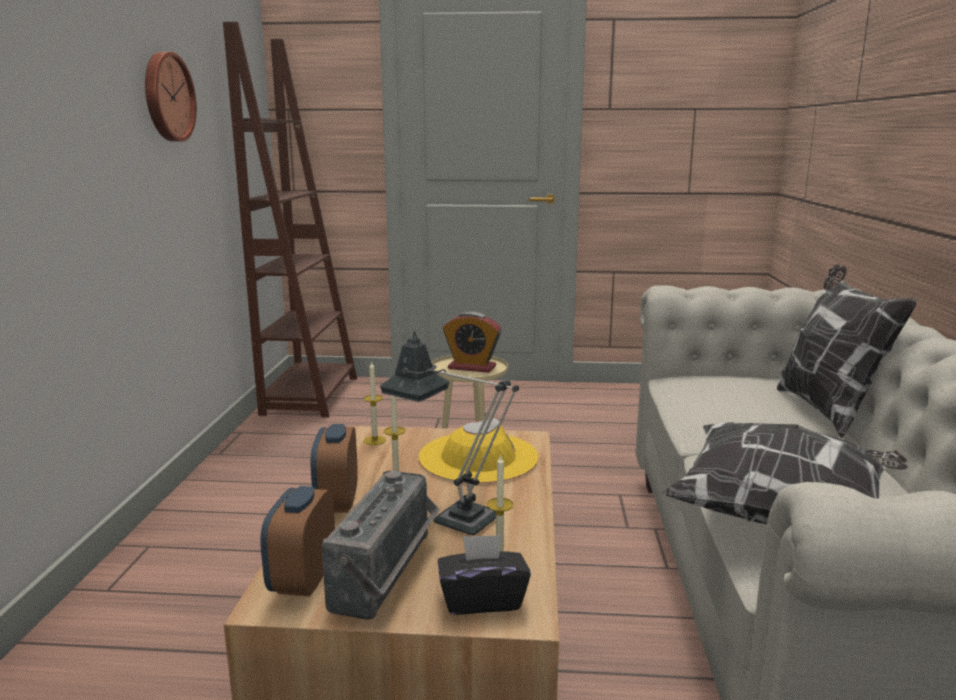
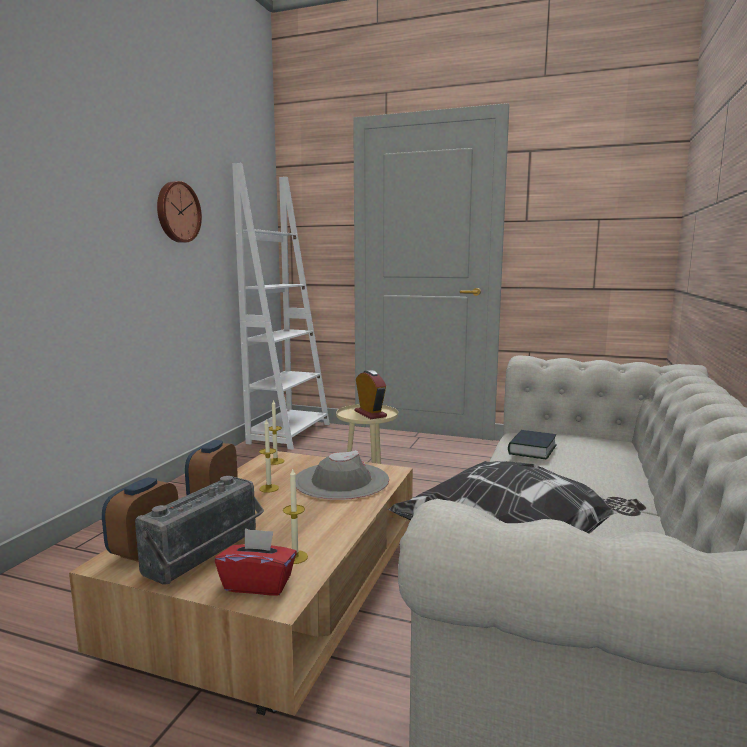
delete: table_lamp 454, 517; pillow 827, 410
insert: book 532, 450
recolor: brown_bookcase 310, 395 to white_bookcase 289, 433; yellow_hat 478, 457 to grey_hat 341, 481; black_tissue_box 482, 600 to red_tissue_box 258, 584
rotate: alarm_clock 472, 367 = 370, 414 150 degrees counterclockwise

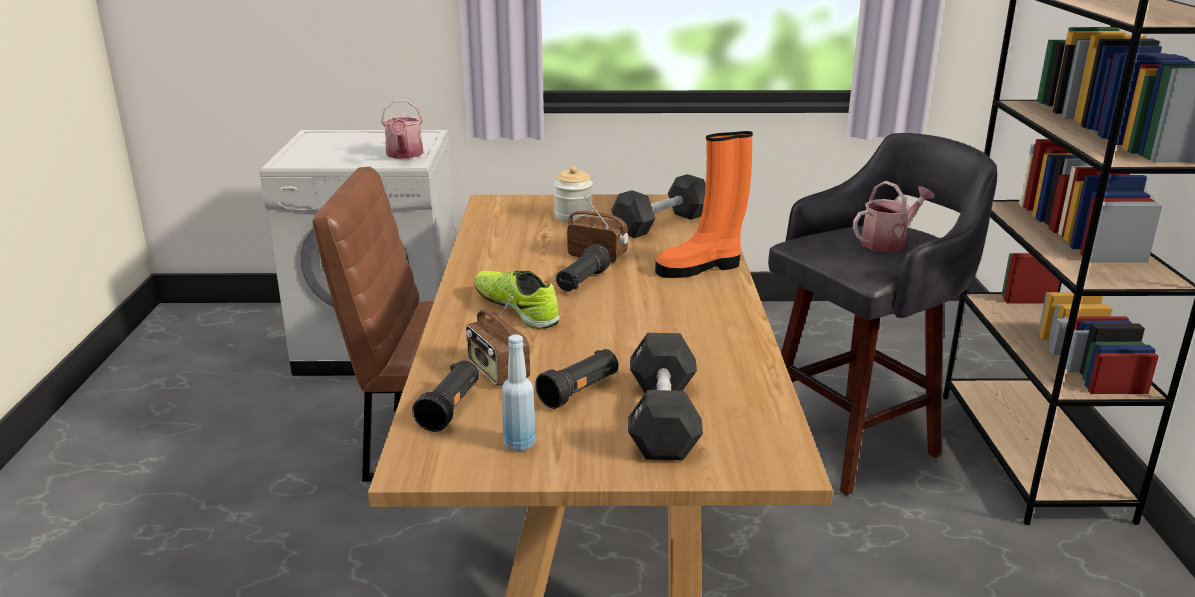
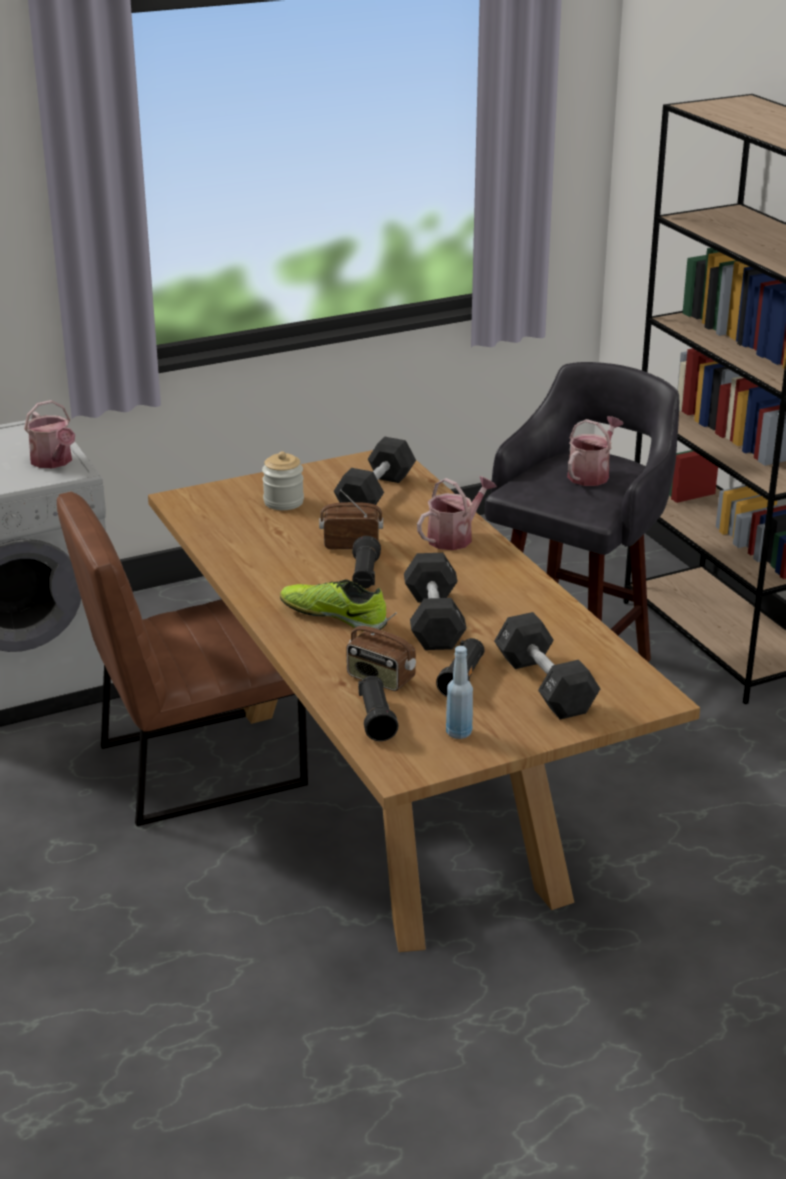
insert: black_dumbbell 433, 620
replace: orange_boot 701, 268 to watering_can 454, 537

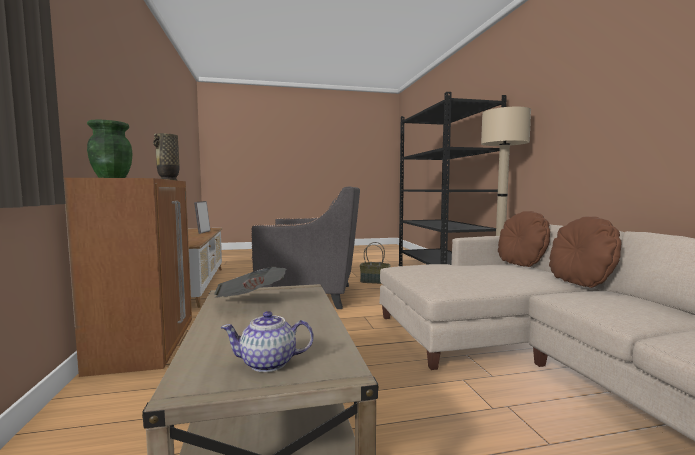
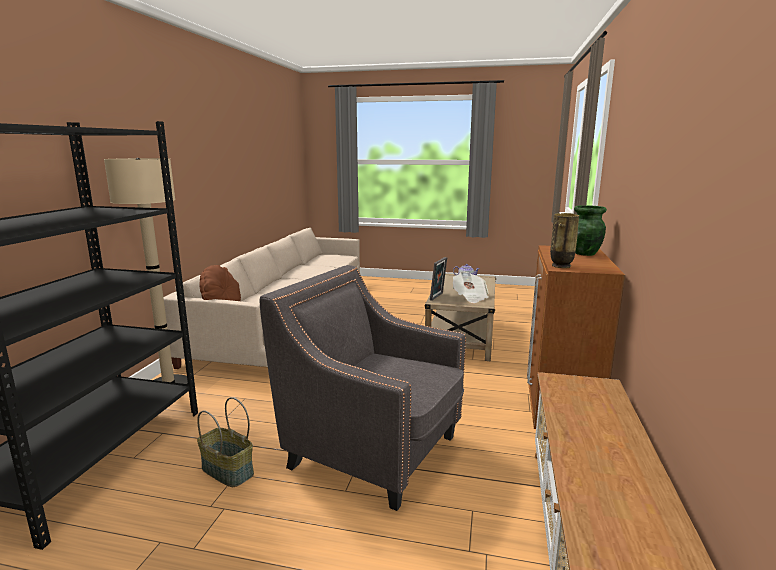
delete: brown_pillow 581, 284
move: picture_frame 203, 232 to 438, 297

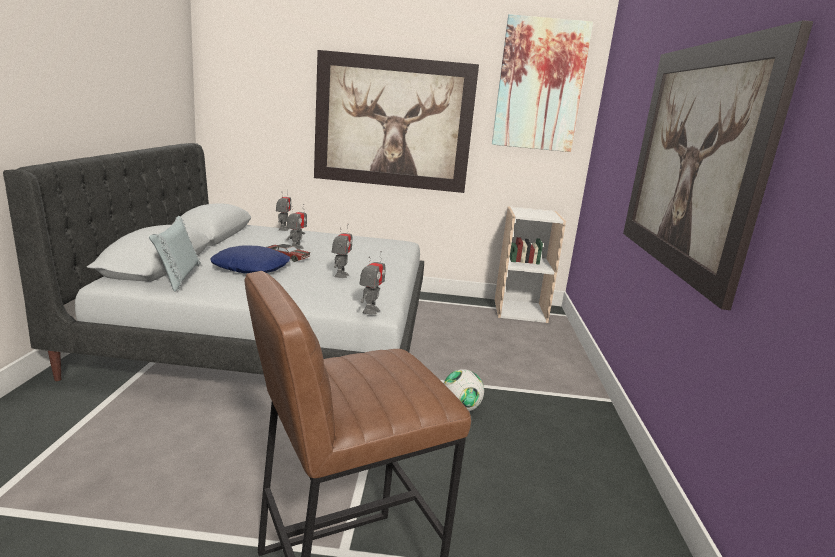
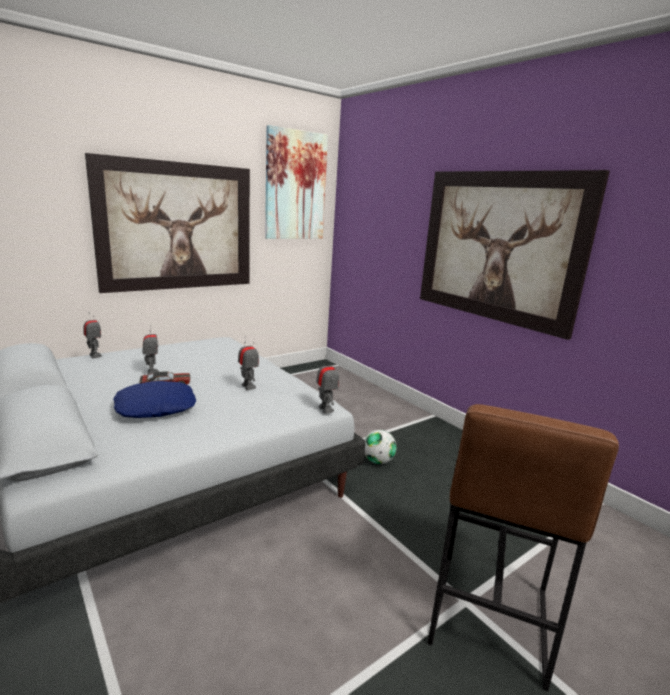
delete: blue_pillow 178, 277; bookcase 520, 311

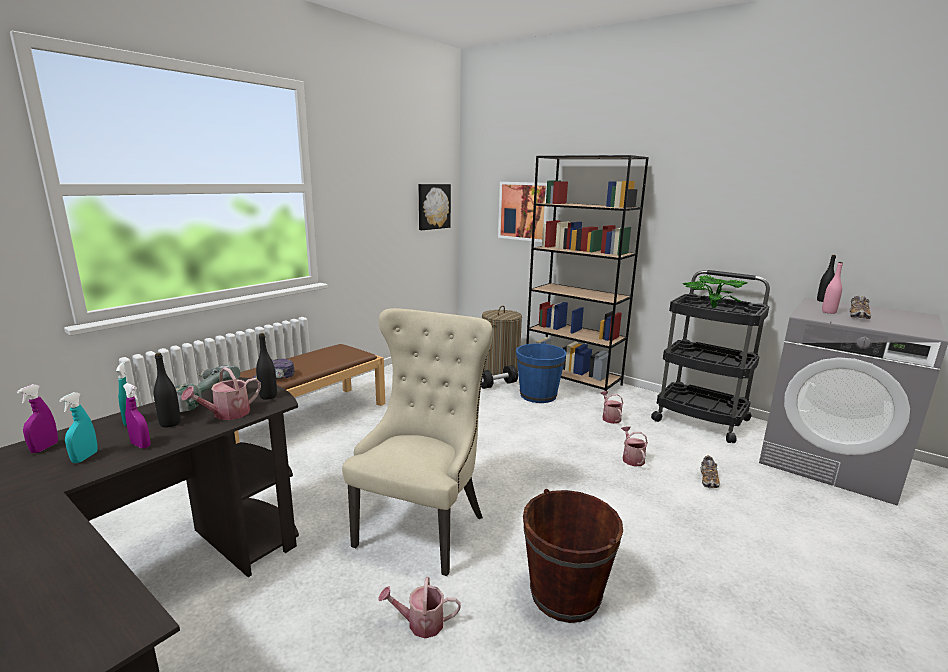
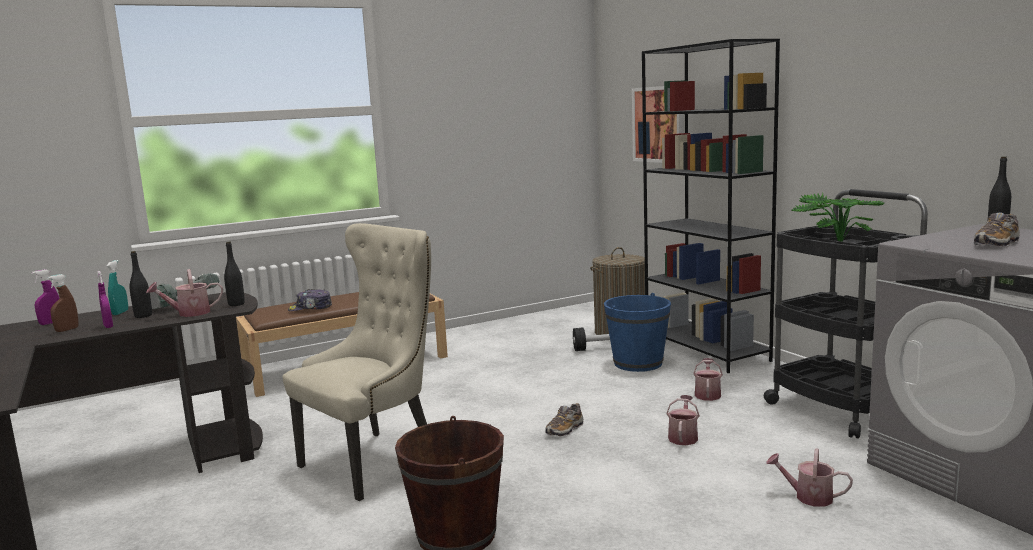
delete: picture 433, 206; pink_bottle 828, 312
move: watering_can 420, 623 to 808, 497; shoe 708, 480 to 565, 430
recolor: turquoise_spray_bottle 85, 457 to brown_spray_bottle 67, 330; beige_bookcase 573, 380 to black_bookcase 707, 350

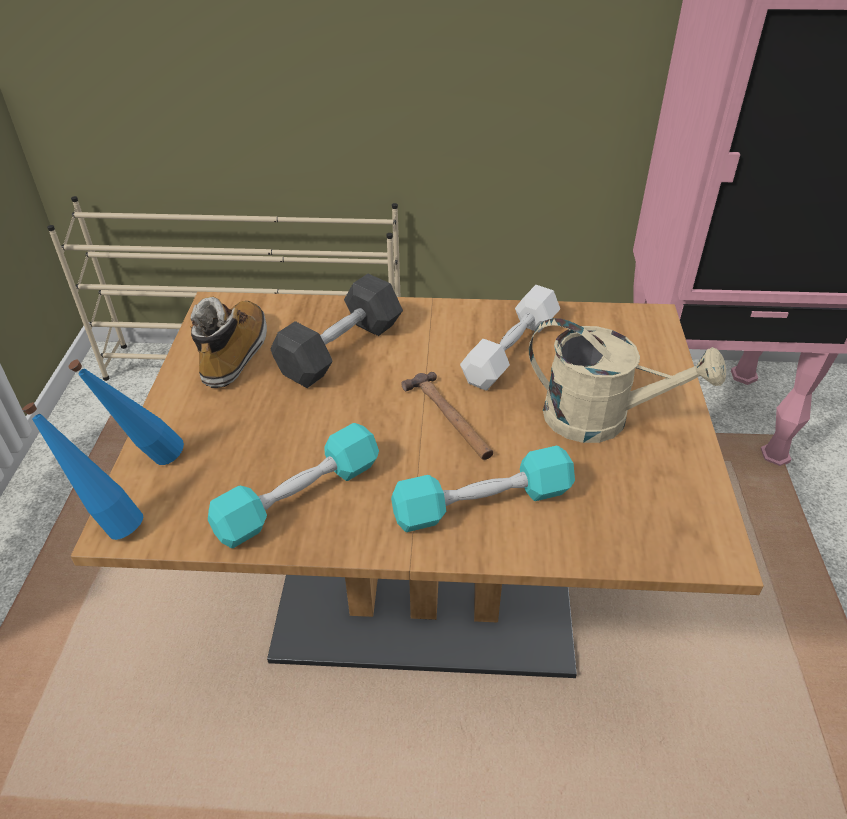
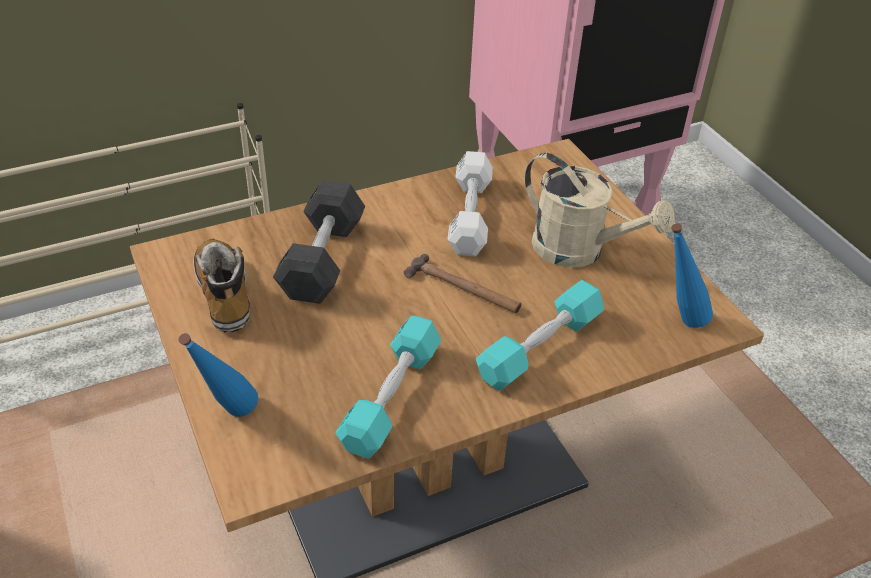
move: blue_bottle 108, 524 to 678, 321
rotate: beige_watering_can 601, 419 = 580, 251 45 degrees clockwise

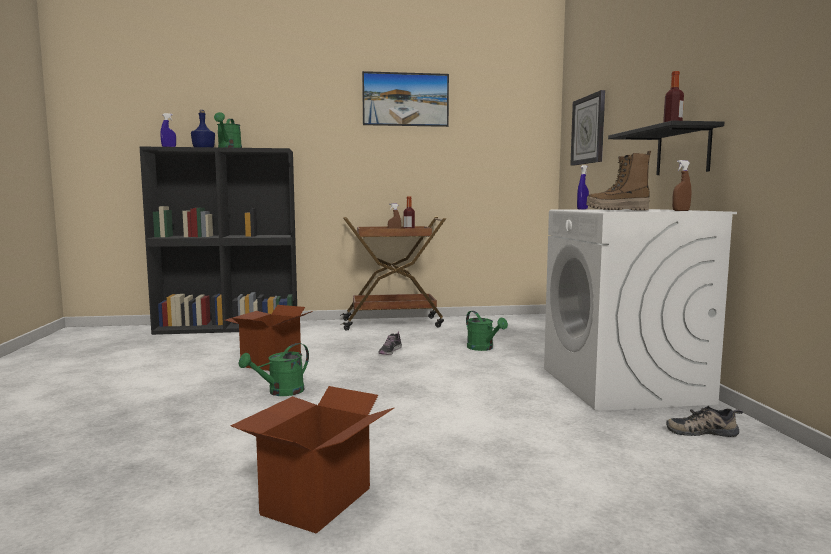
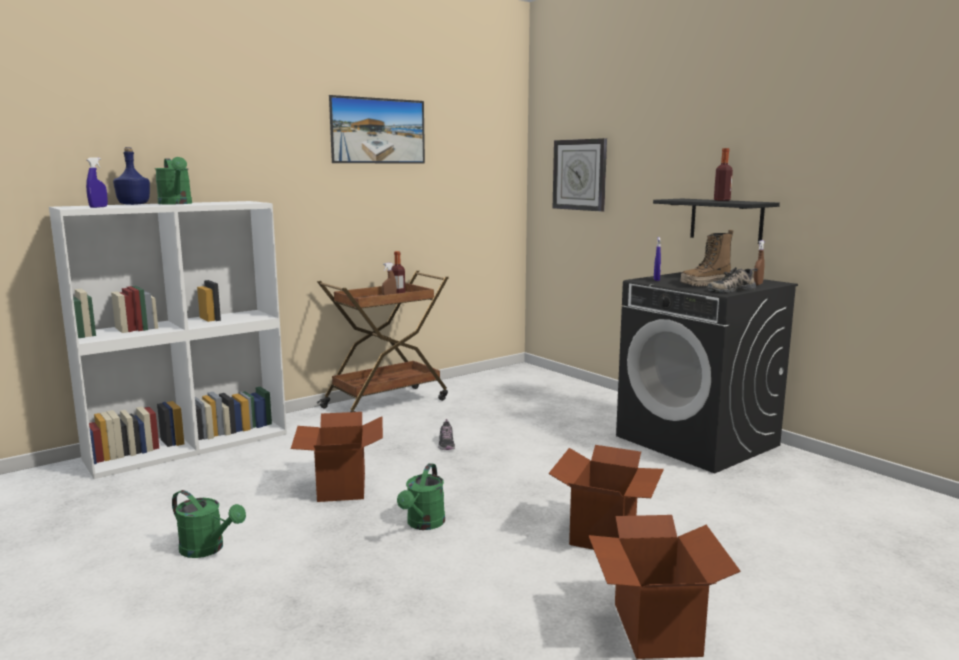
insert: cardboard_box 604, 533
move: green_watering_can 483, 348 to 208, 549; shoe 702, 431 to 730, 290
recolor: black_bookcase 229, 327 to white_bookcase 189, 445; white_washing_machine 624, 385 to black_washing_machine 698, 441

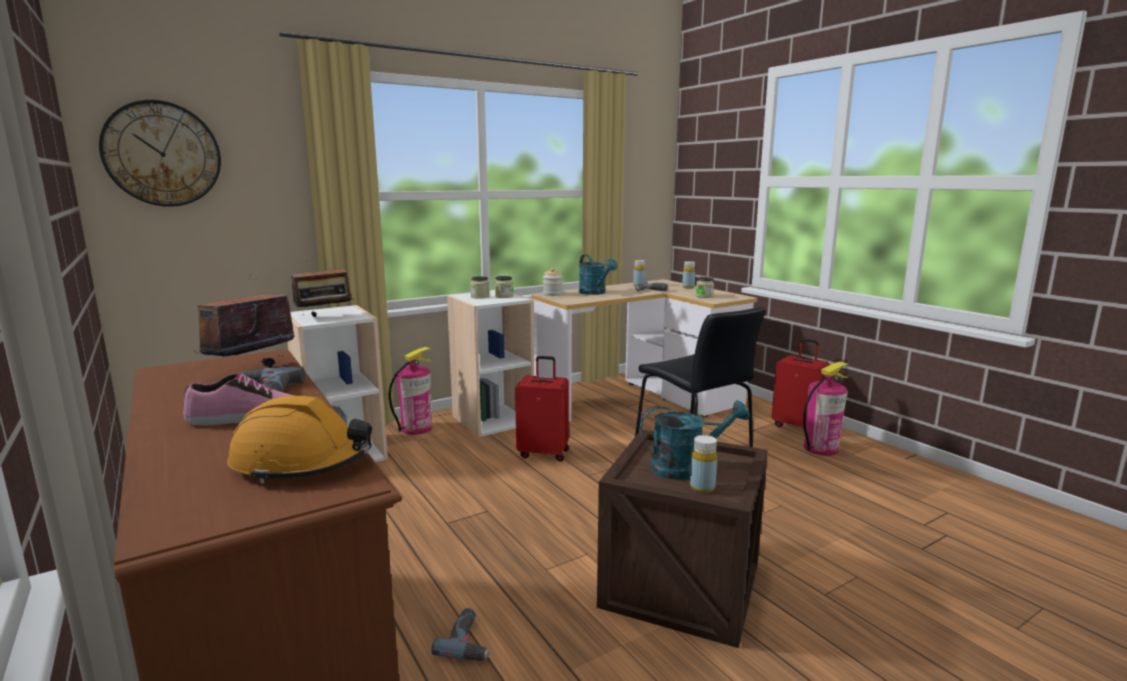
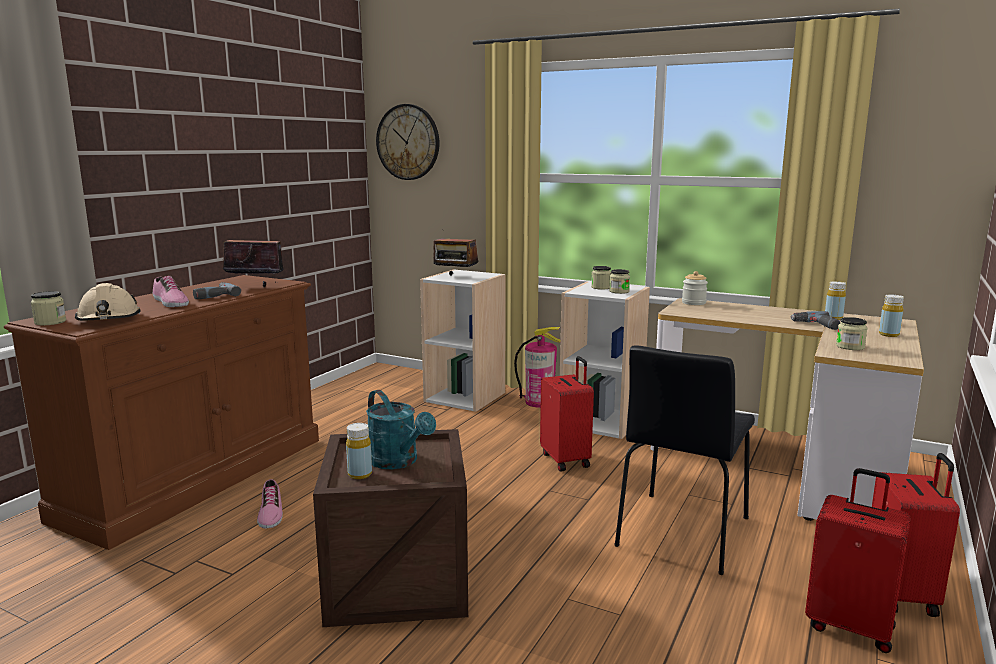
delete: turquoise_watering_can 595, 293
insert: jar 50, 322
replace: power_drill 469, 641 to shoe 270, 513; fire_extinguisher 820, 448 to red_suitcase 850, 626
recolor: orange_hard_hat 302, 462 to beige_hard_hat 109, 319

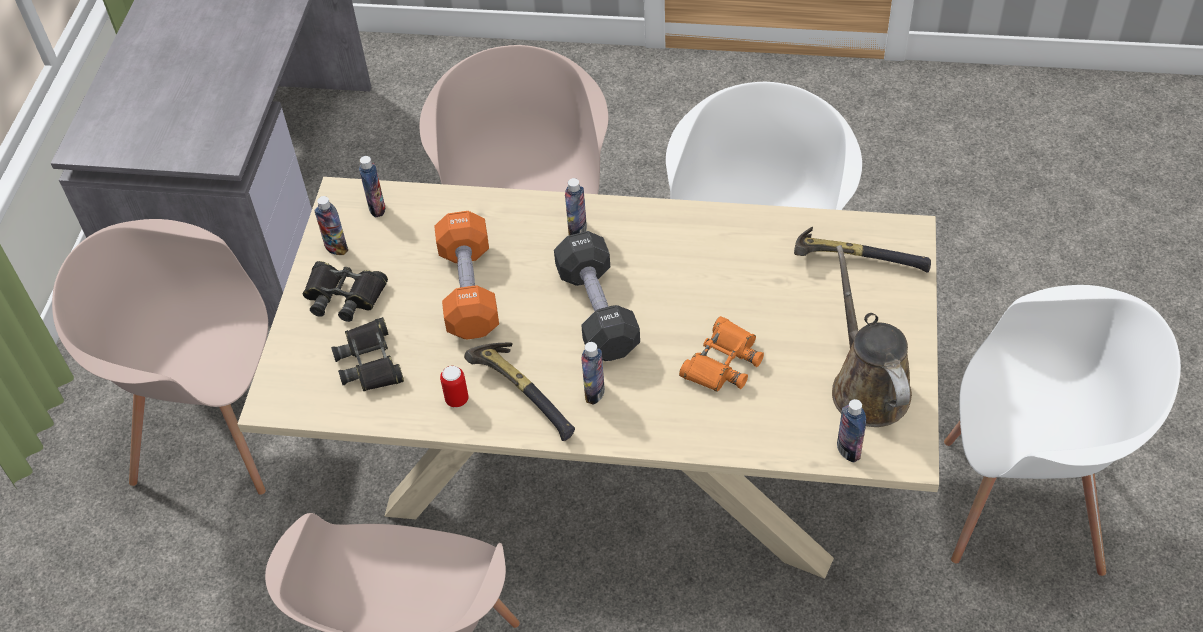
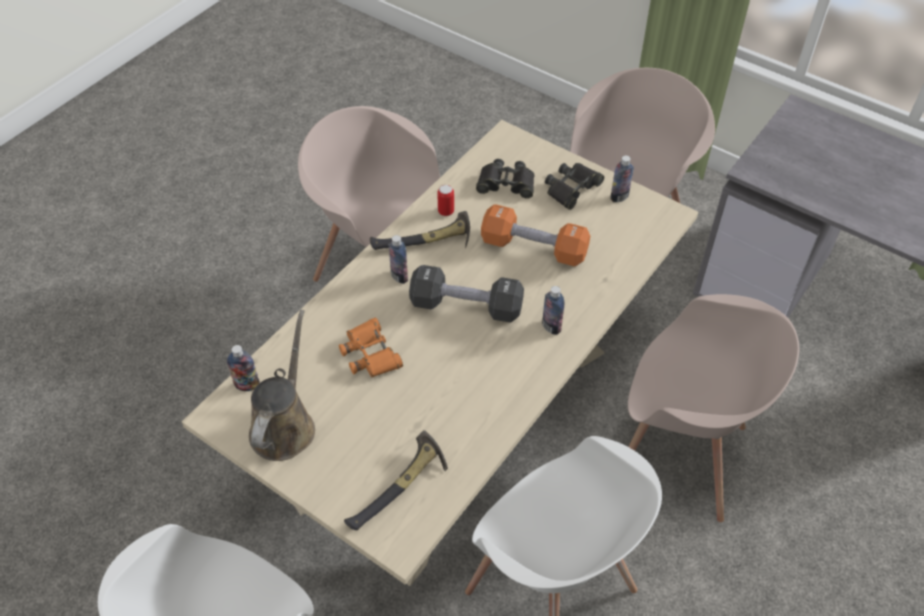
delete: bottle 377, 208
rotate: brown_watering_can 867, 386 = 284, 425 90 degrees counterclockwise

